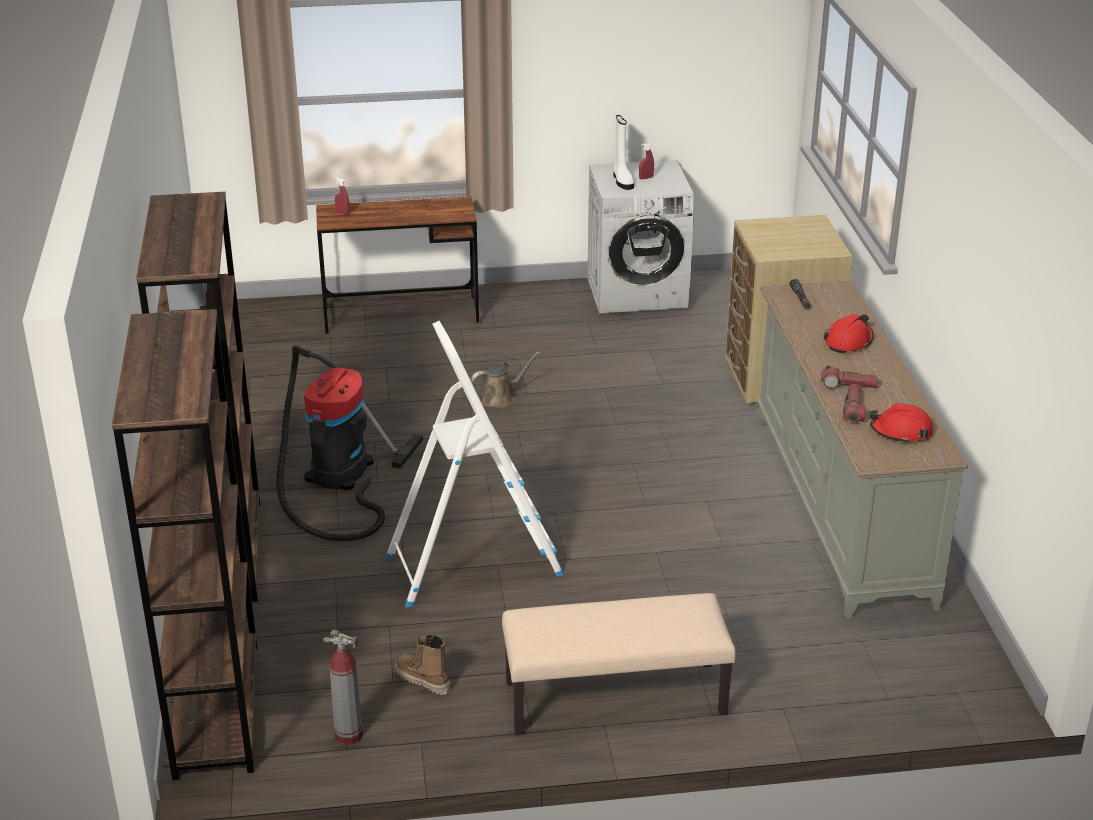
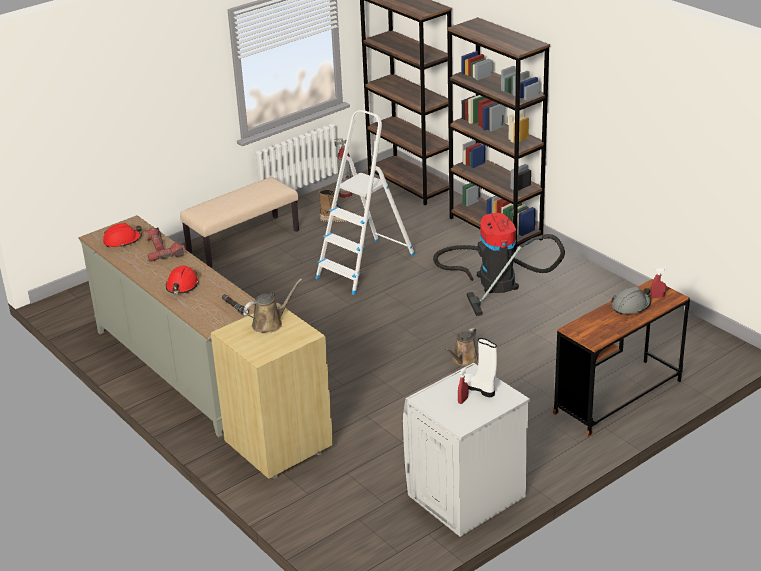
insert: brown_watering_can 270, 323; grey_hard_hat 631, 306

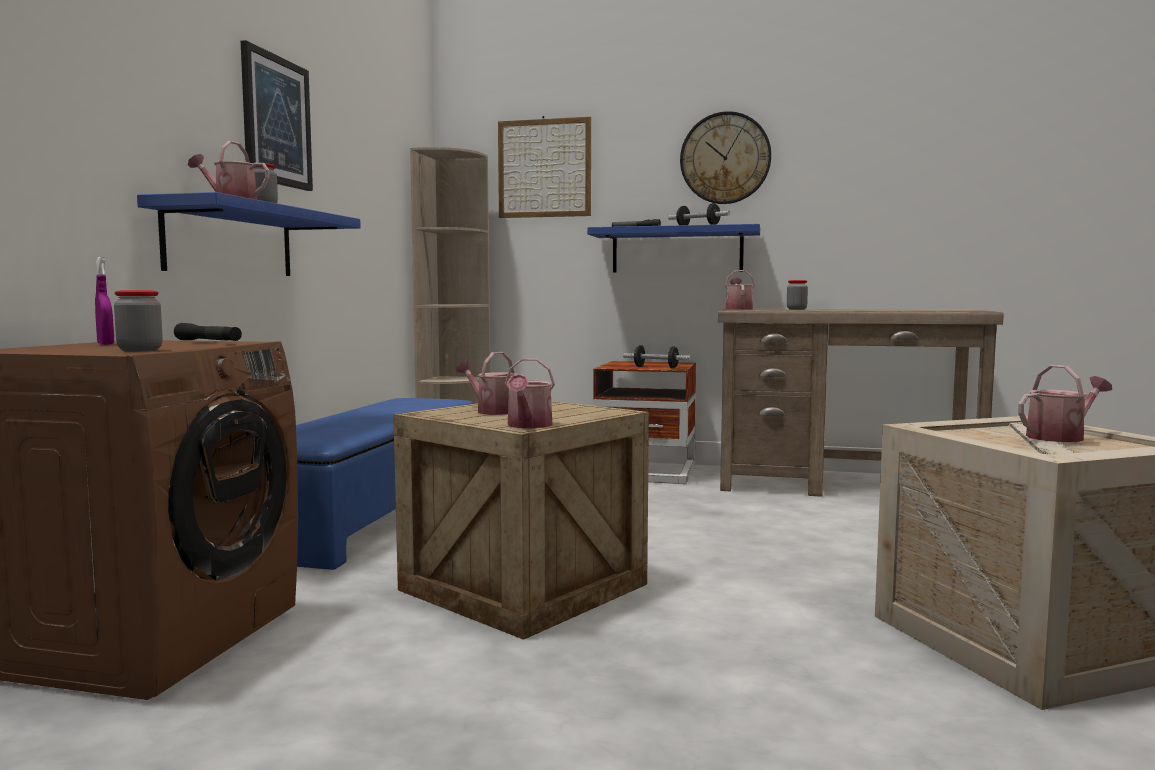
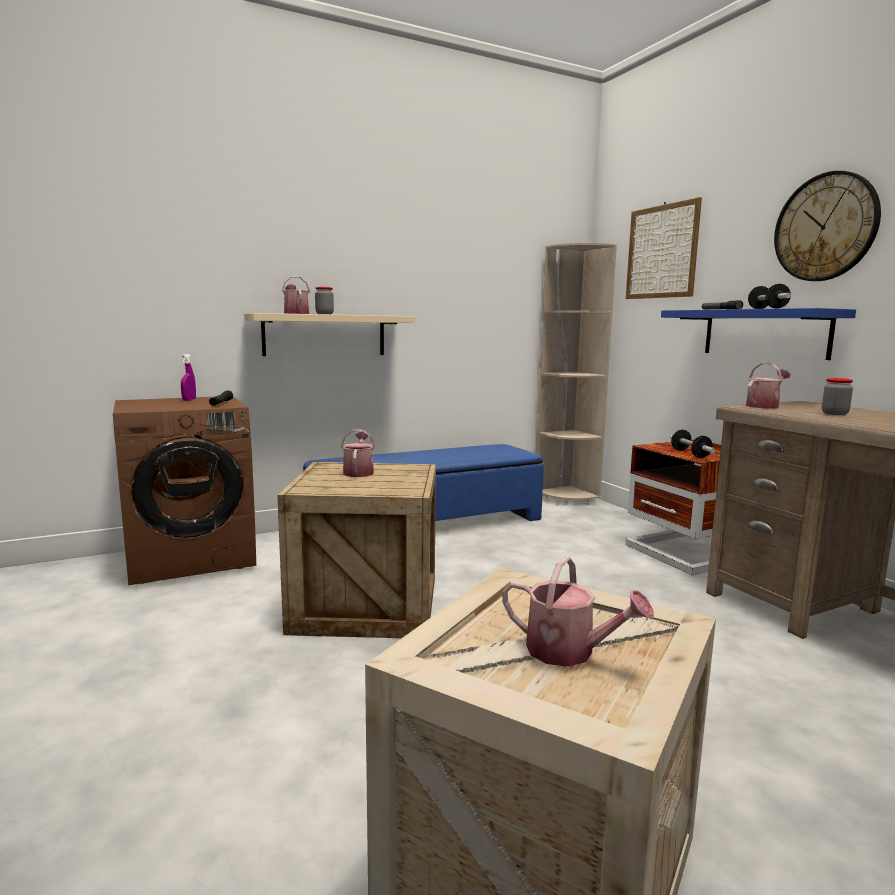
delete: jar 140, 350; picture 276, 121; watering_can 528, 426
recolor: blue_shelf 230, 241 to beige_shelf 325, 335

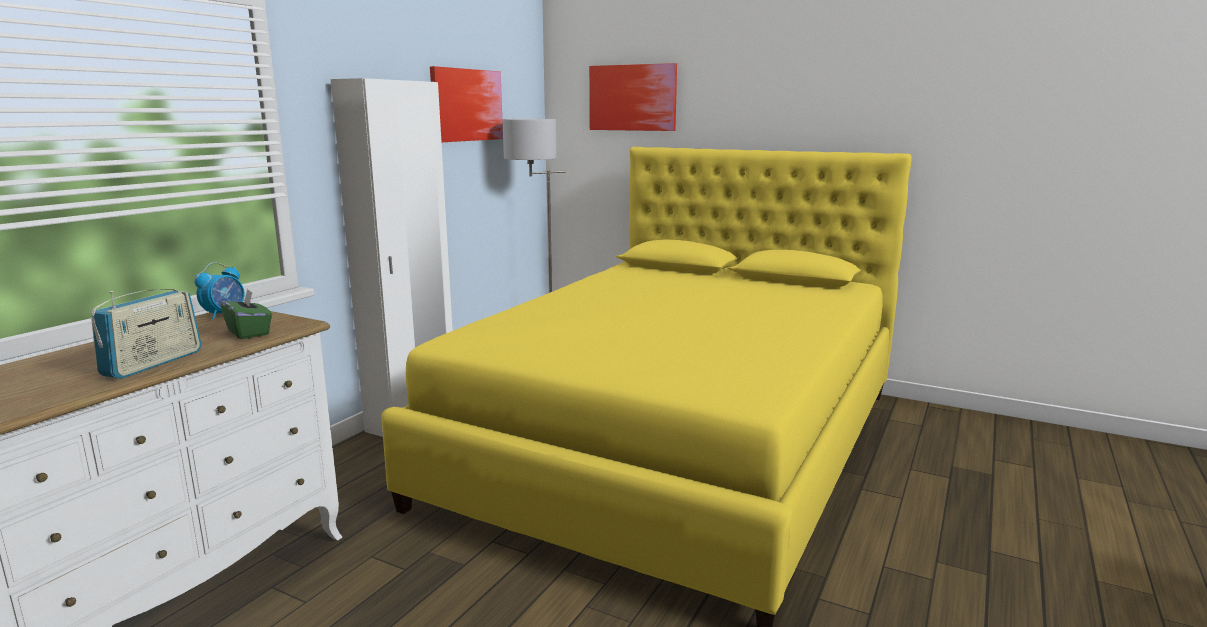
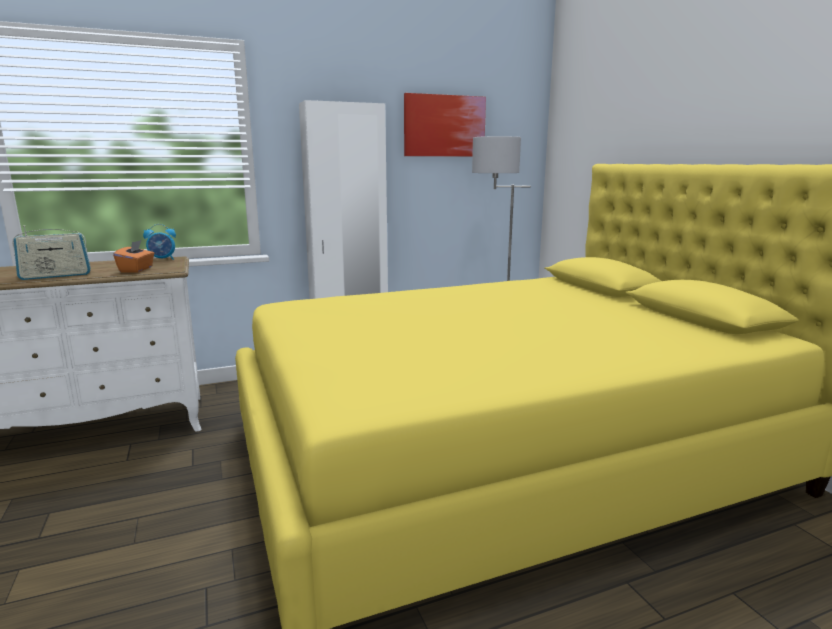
delete: picture 632, 97
recolor: green_tissue_box 249, 332 to orange_tissue_box 137, 270

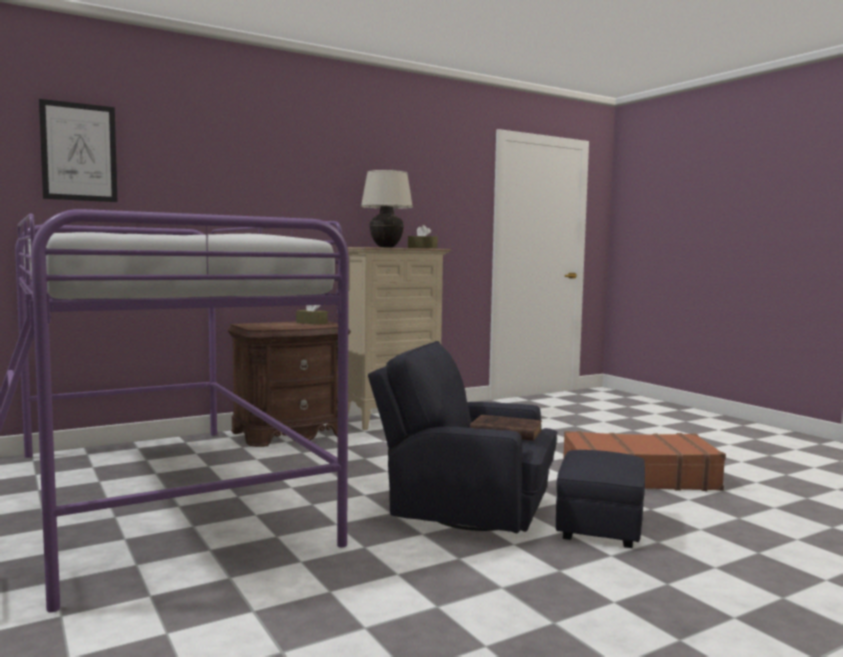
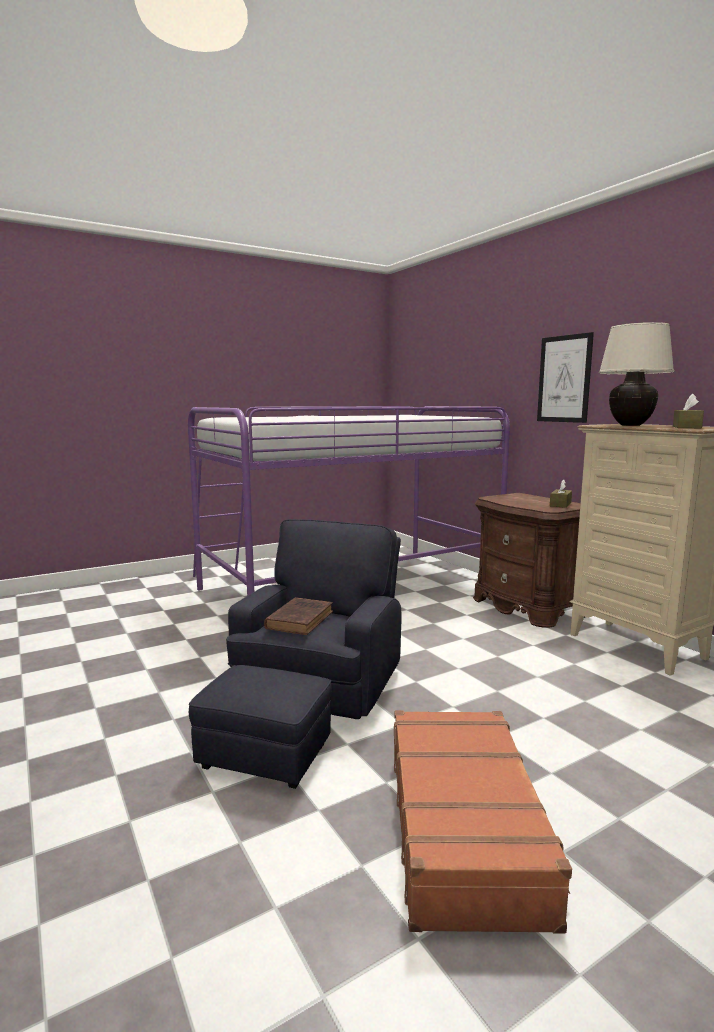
move: picture 79, 152 to 564, 379

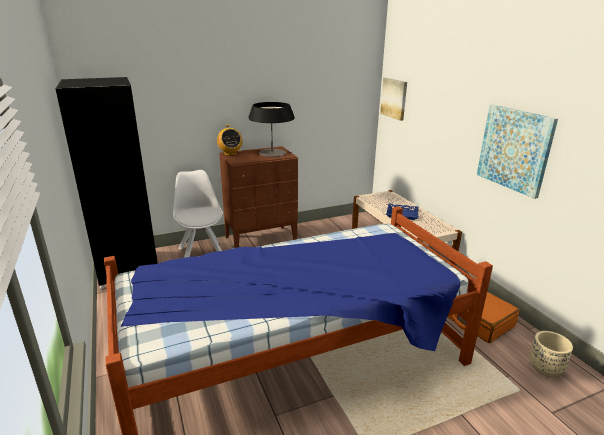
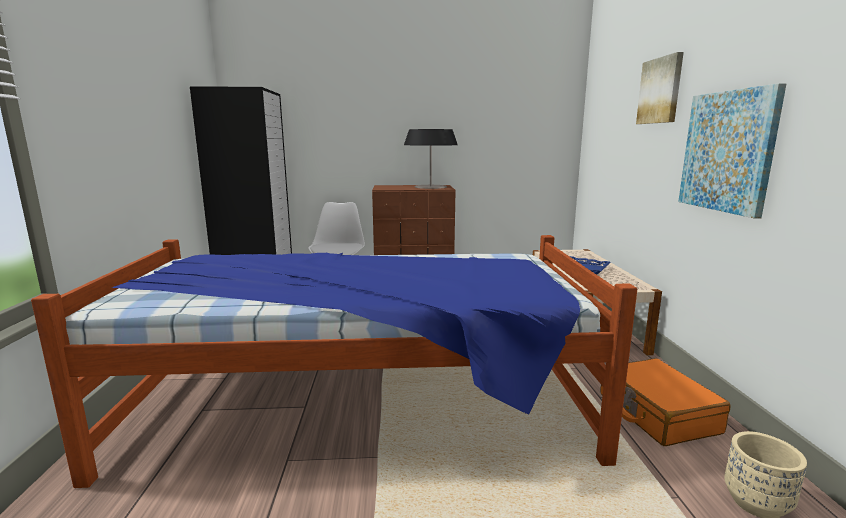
delete: radio 230, 153
move: picture 394, 98 to 660, 90

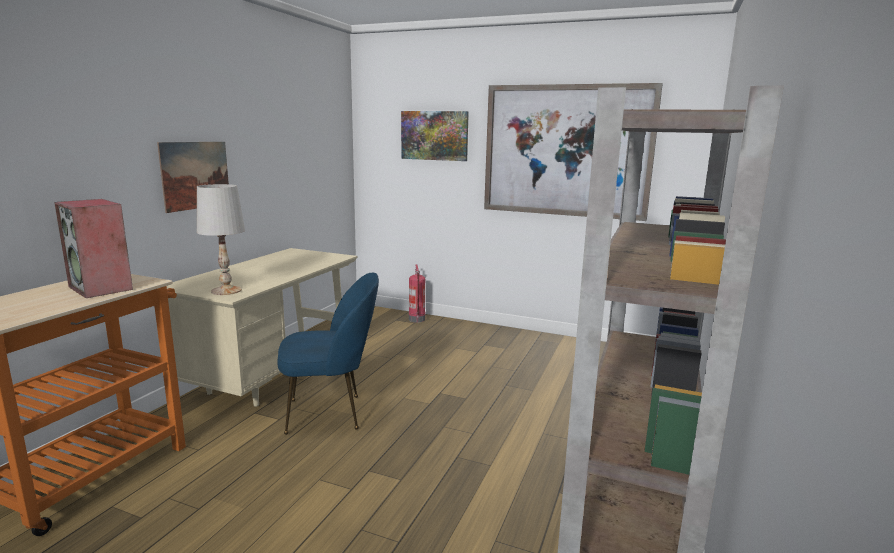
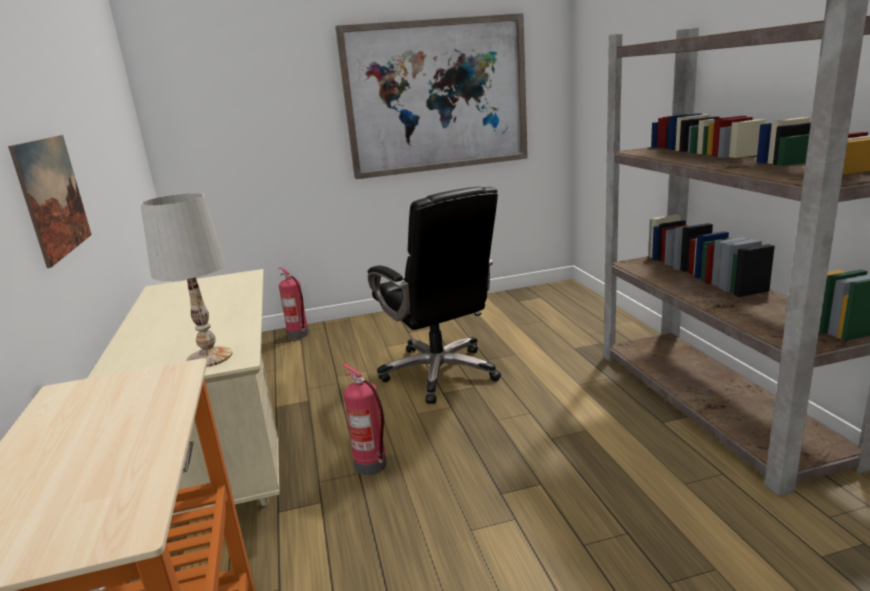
delete: speaker 102, 288; picture 434, 135
insert: black_office_chair 439, 372
replace: blue_chair 332, 414 to fire_extinguisher 372, 465

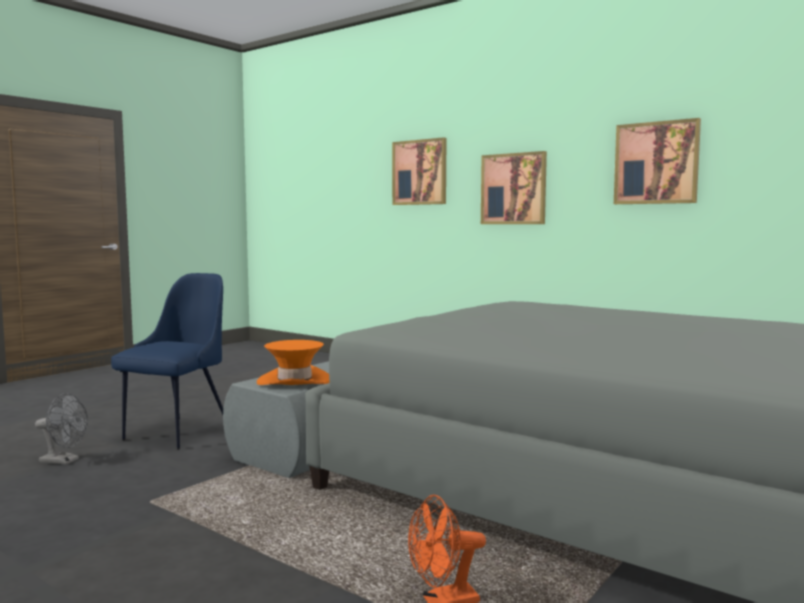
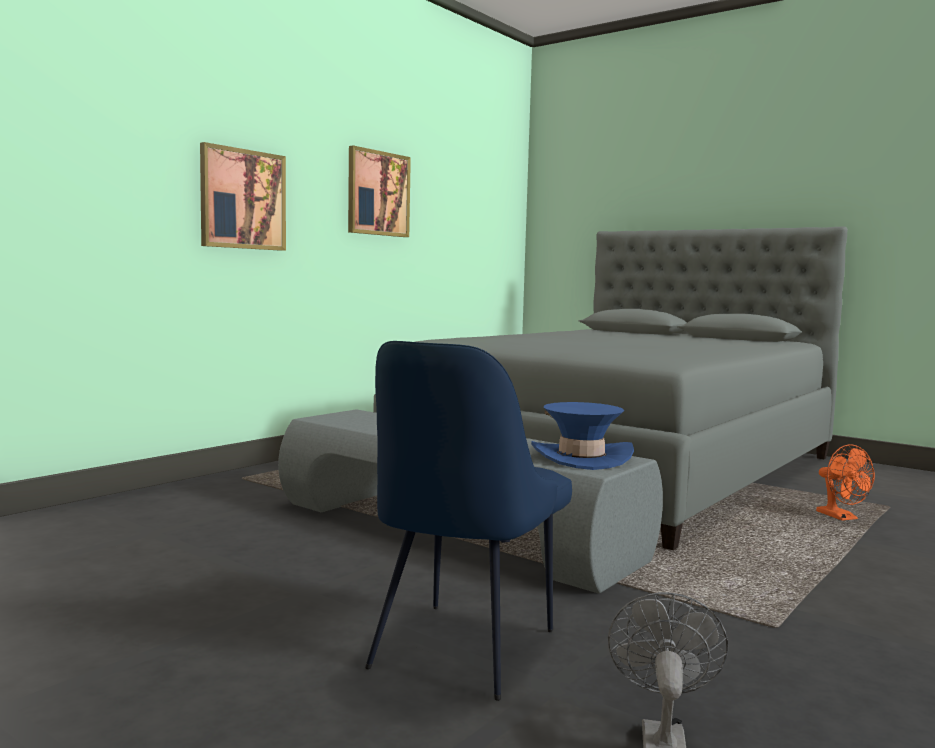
delete: picture 420, 172
recolor: orange_hat 294, 381 to blue_hat 581, 457
rotate: blue_chair 178, 432 = 464, 649 90 degrees counterclockwise

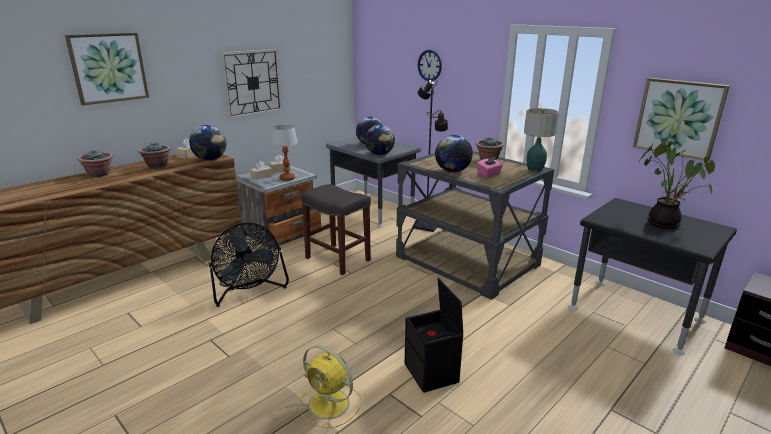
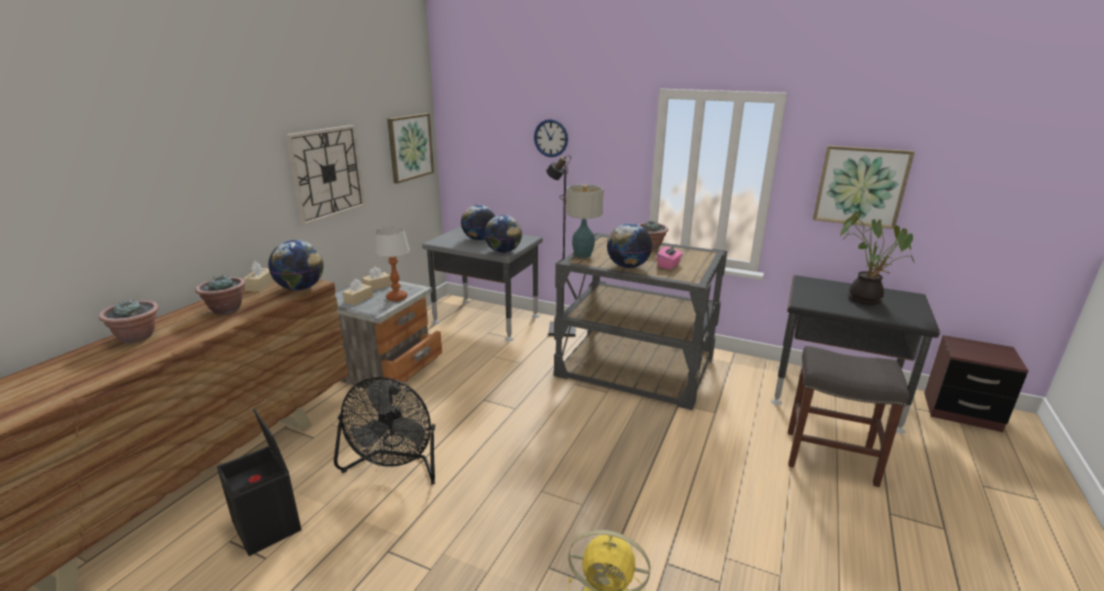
move: picture 108, 68 to 410, 147; grey_stool 337, 259 to 829, 457; black_storage_box 432, 373 to 268, 526; table_lamp 535, 169 to 583, 255
rotate: black_fan 246, 291 = 392, 464 60 degrees clockwise

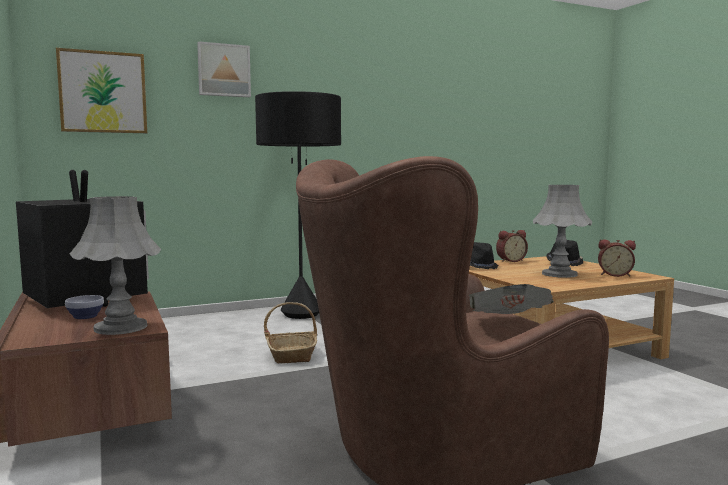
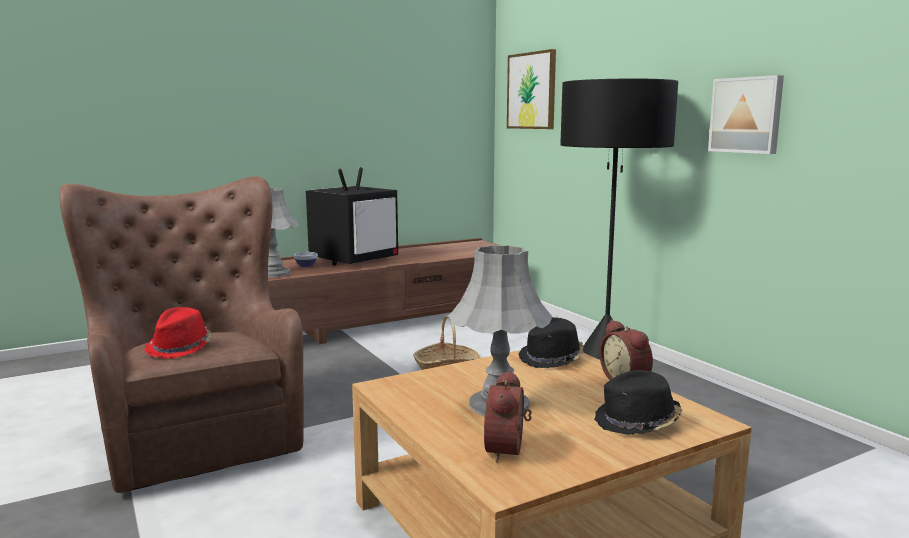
move: picture 224, 70 to 746, 115
replace: newspaper 509, 324 to red_hat 180, 348

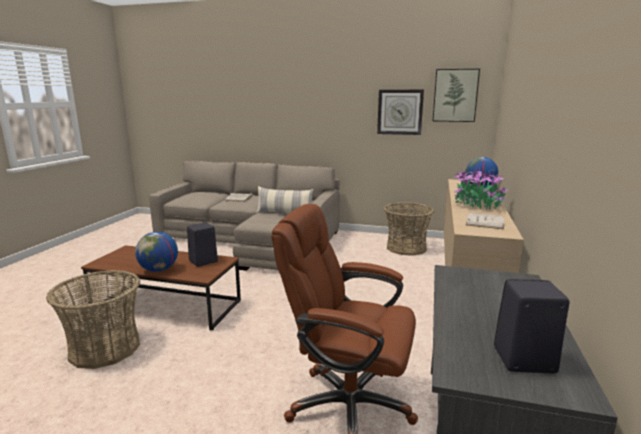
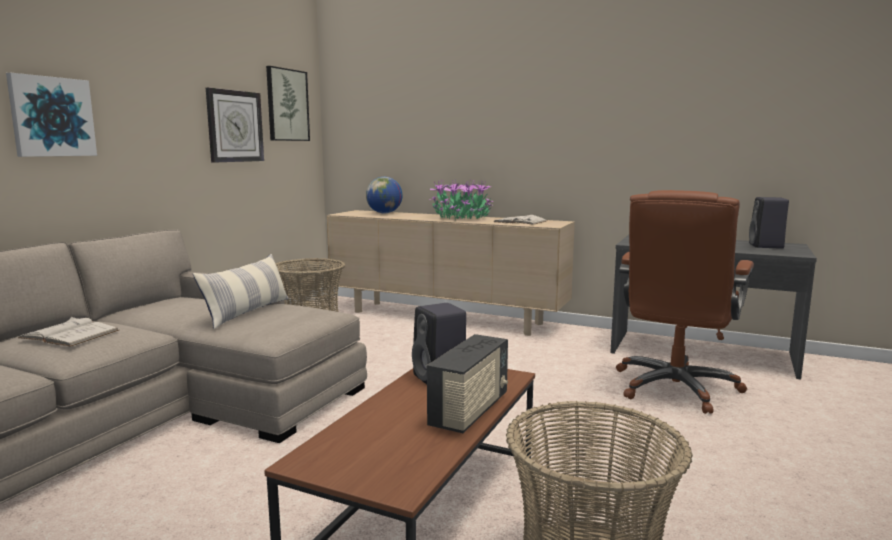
insert: picture 52, 117
replace: globe 159, 270 to radio 470, 411

